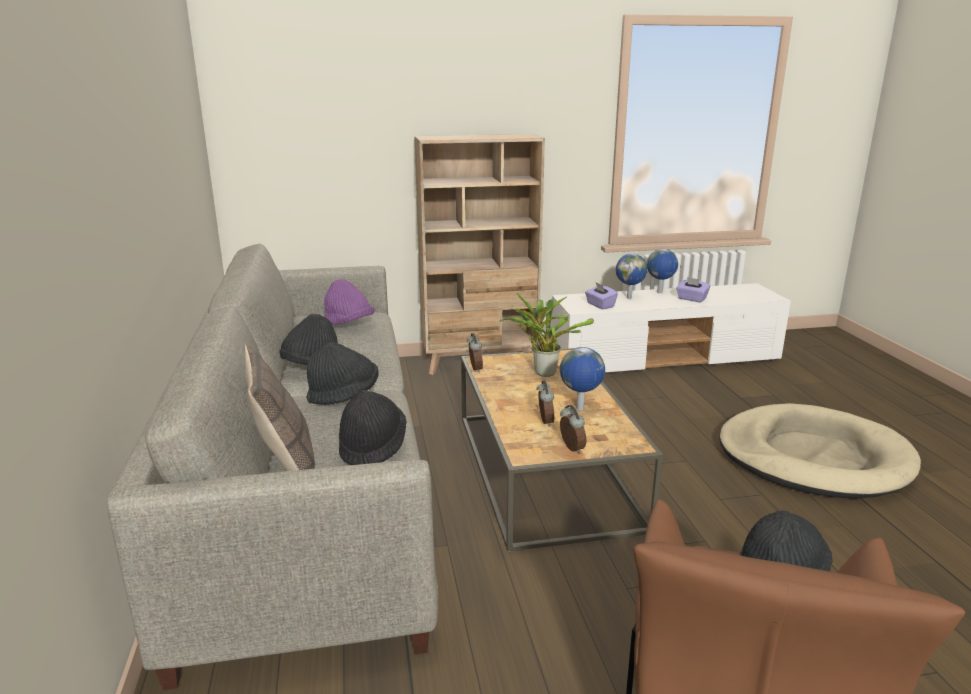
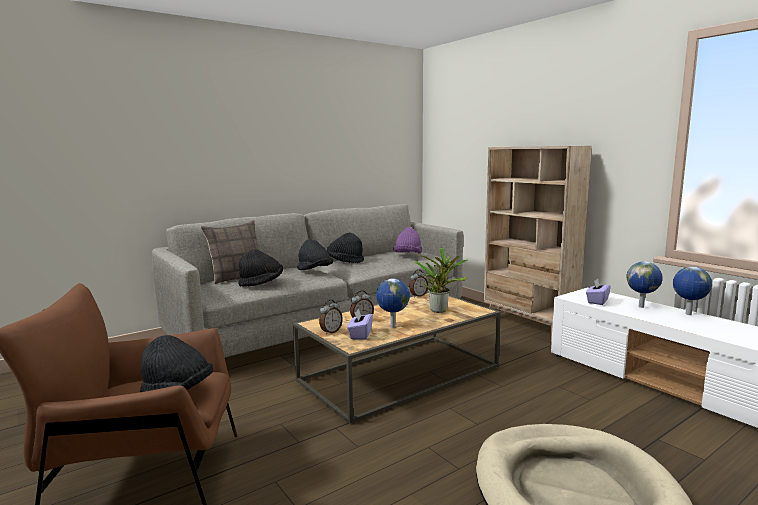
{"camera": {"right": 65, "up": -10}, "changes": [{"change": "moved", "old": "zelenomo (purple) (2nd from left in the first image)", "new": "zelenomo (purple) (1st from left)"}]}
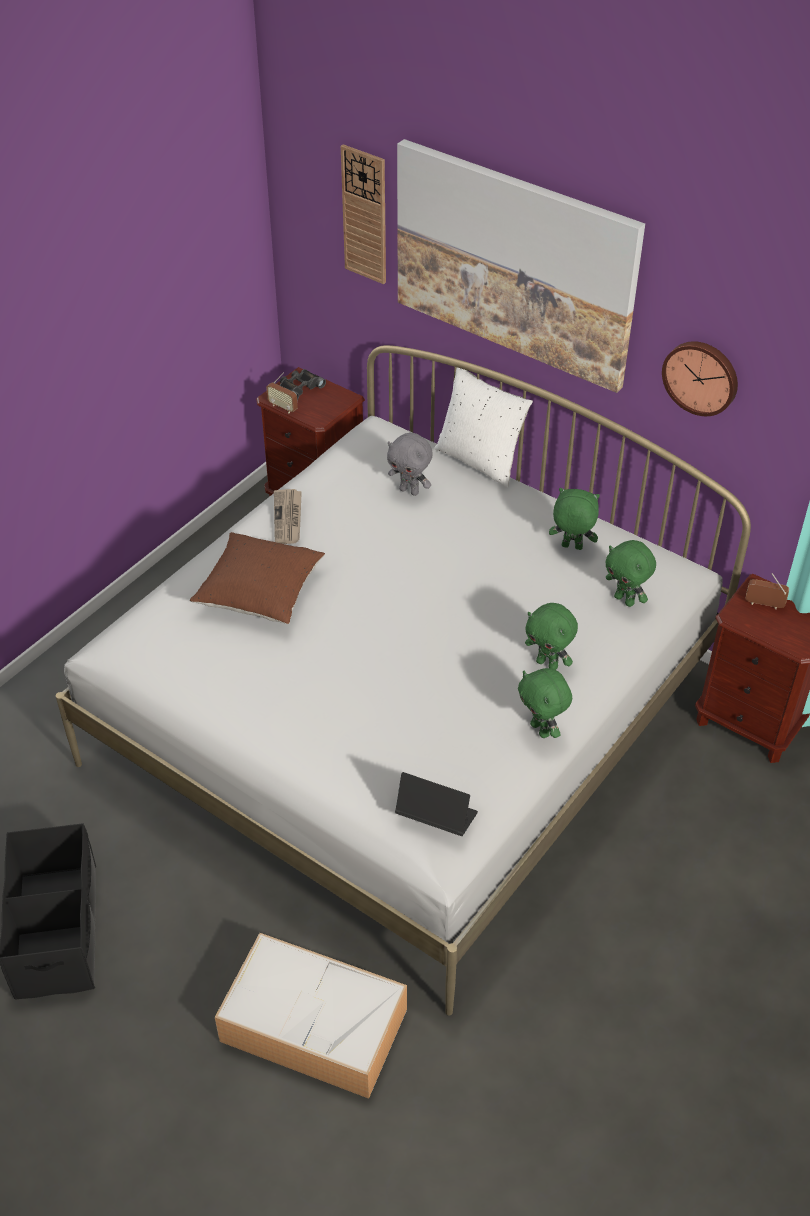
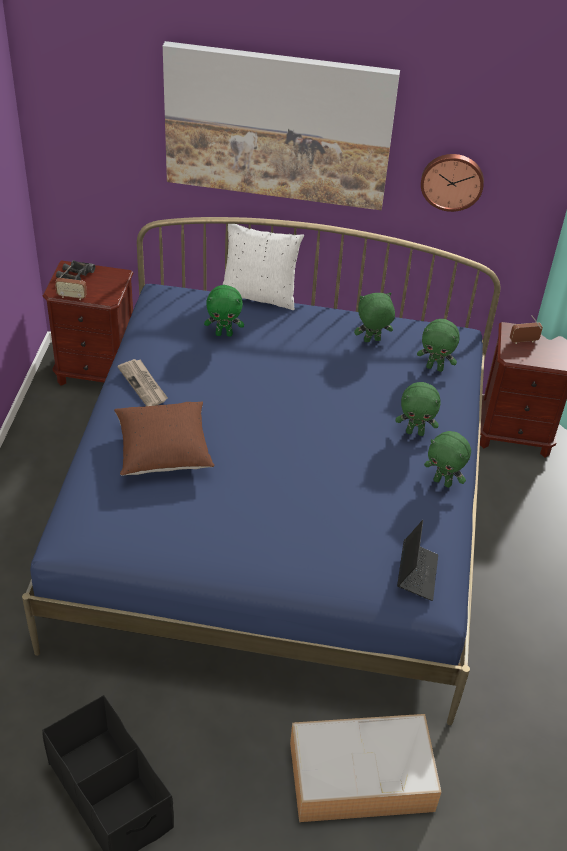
{"camera": {"right": -30, "up": 0}, "changes": [{"change": "removed", "old": "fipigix (1st from left)"}, {"change": "recoloured", "old": "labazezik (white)", "new": "labazezik (blue)"}, {"change": "recoloured", "old": "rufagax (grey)", "new": "rufagax (green) (1st from left)"}, {"change": "turned", "old": "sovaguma", "degrees": 105}]}
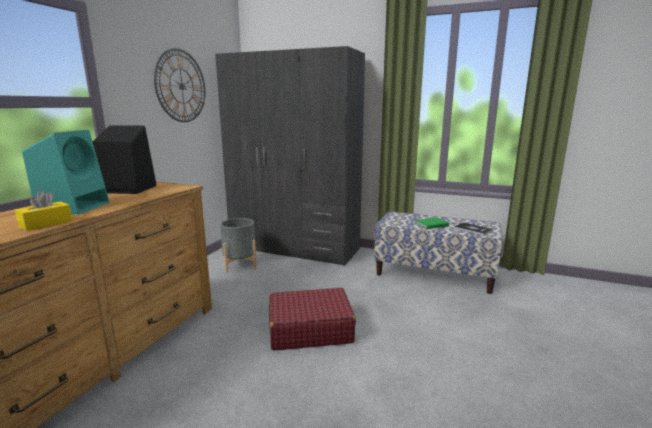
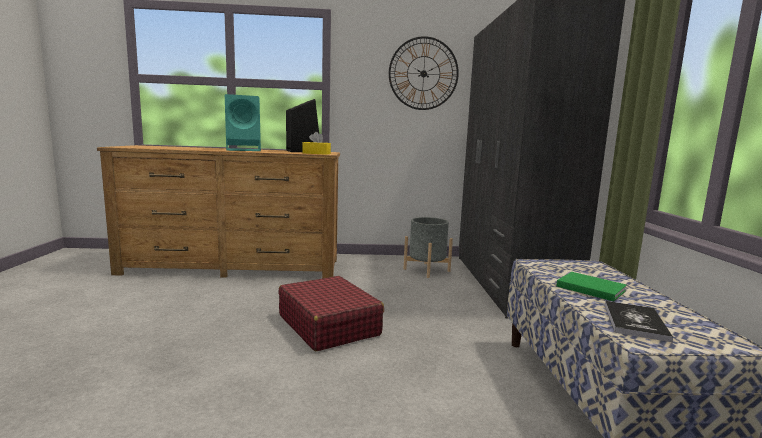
{"camera": {"right": 65, "up": -5}, "changes": [{"change": "moved", "old": "zelenomo (yellow)"}]}
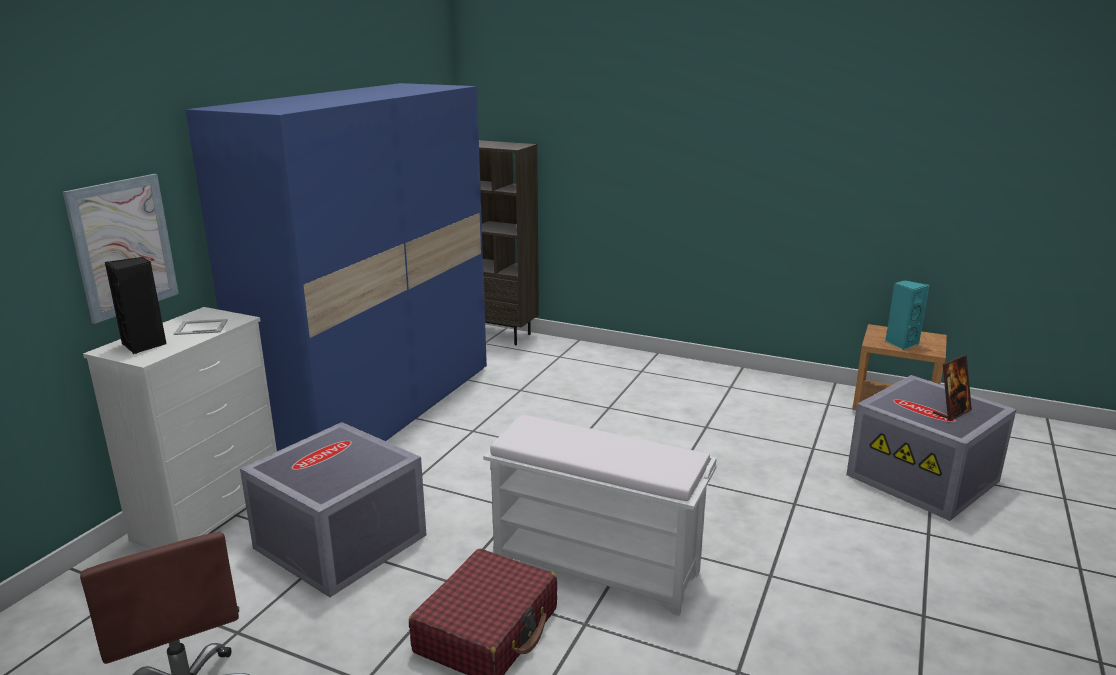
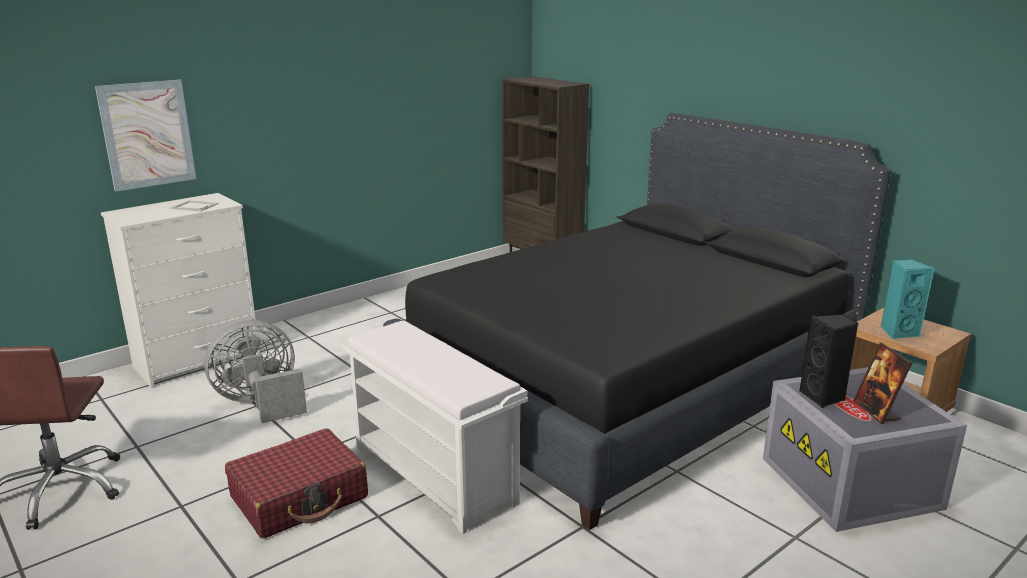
{"camera": {"right": 25, "up": 0}, "changes": [{"change": "removed", "old": "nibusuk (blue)"}, {"change": "moved", "old": "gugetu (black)"}, {"change": "turned", "old": "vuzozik (2nd from left)", "degrees": 90}, {"change": "replaced", "old": "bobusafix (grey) (1st from left)", "new": "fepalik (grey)"}, {"change": "added", "new": "labazezik (black)"}]}
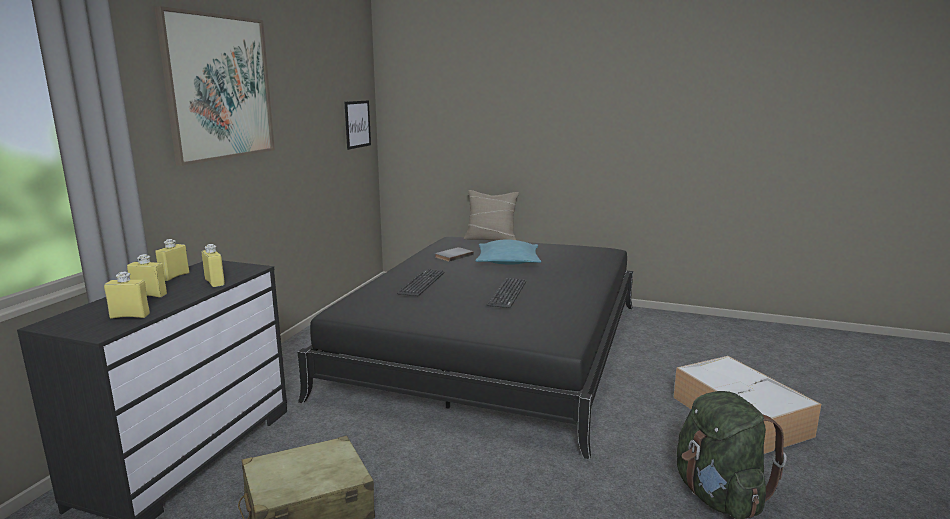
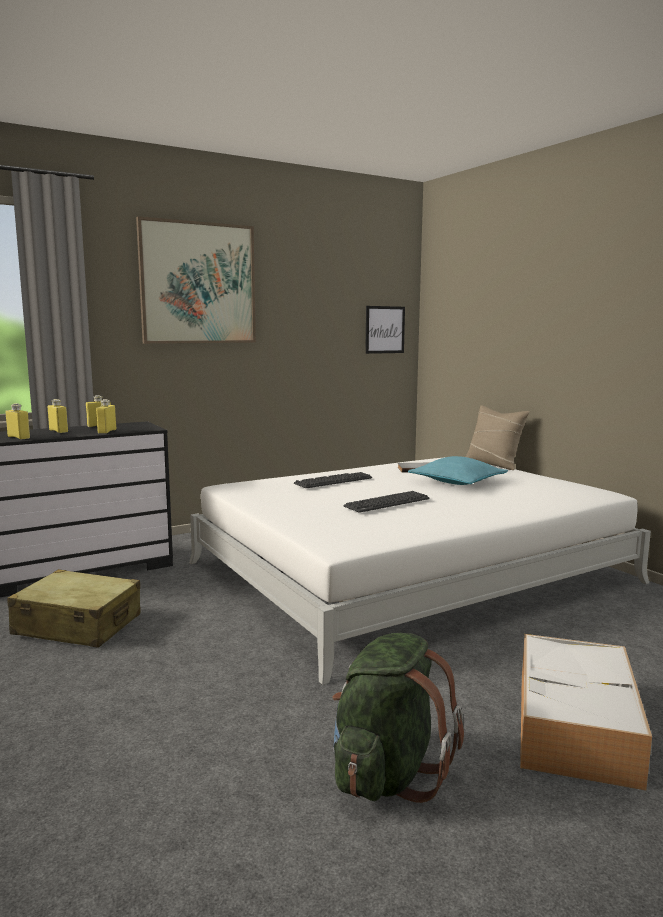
{"camera": {"right": 40, "up": -5}, "changes": [{"change": "recoloured", "old": "labazezik (black)", "new": "labazezik (white)"}]}
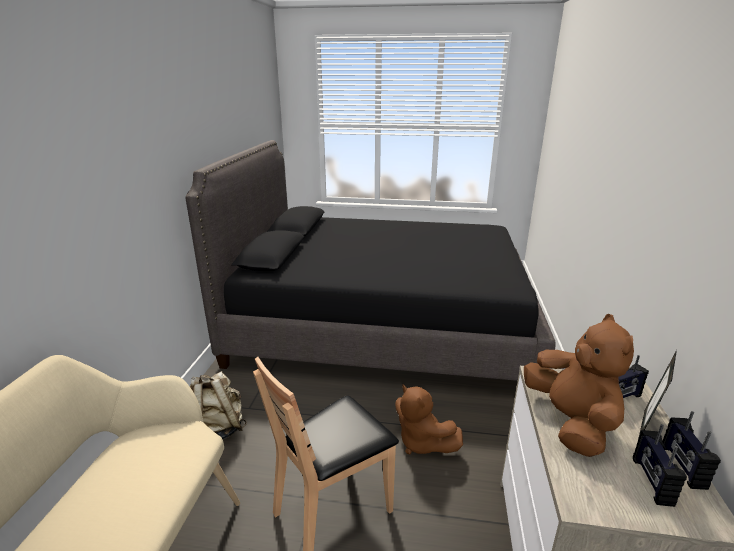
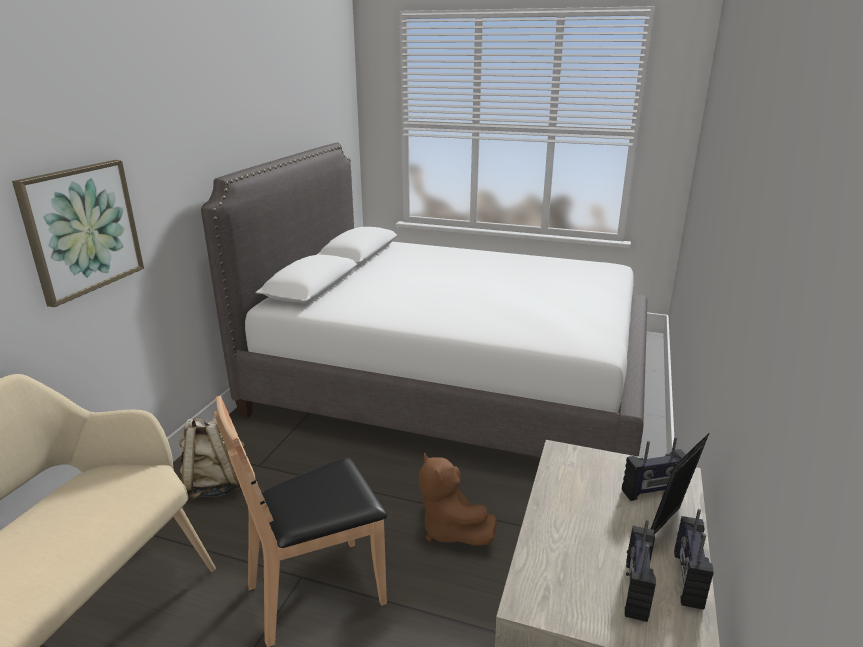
{"camera": {"right": 10, "up": 0}, "changes": [{"change": "recoloured", "old": "labazezik (black)", "new": "labazezik (white)"}, {"change": "removed", "old": "rufagax (brown) (2nd from left)"}, {"change": "added", "new": "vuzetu"}]}
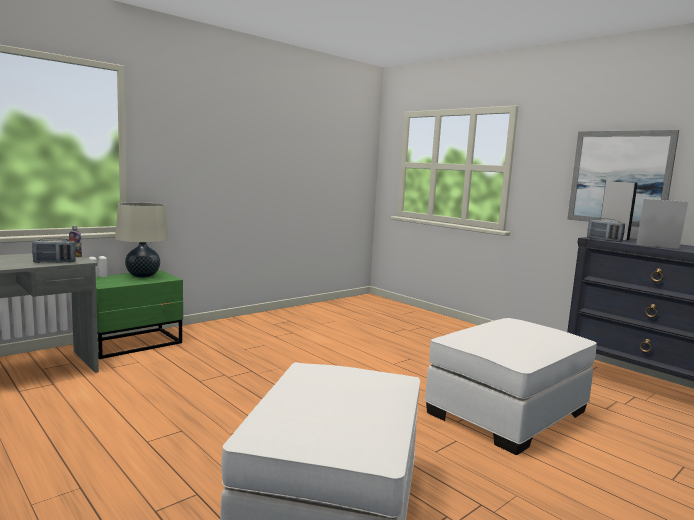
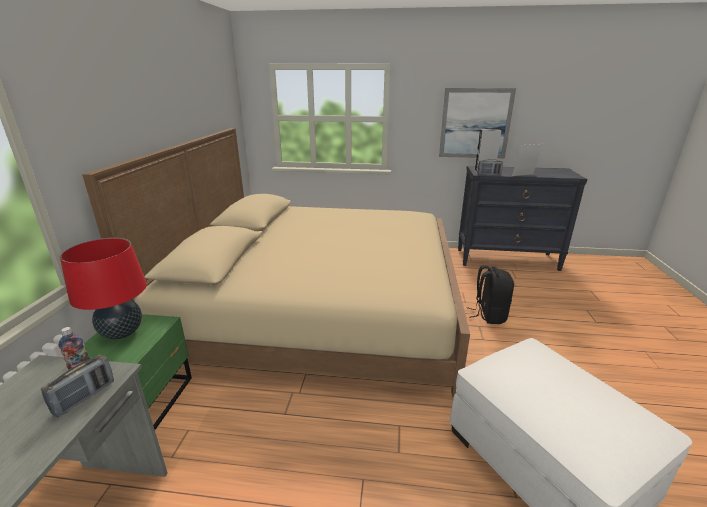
{"camera": {"right": -40, "up": 15}, "changes": [{"change": "recoloured", "old": "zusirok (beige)", "new": "zusirok (red)"}, {"change": "replaced", "old": "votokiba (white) (2nd from left)", "new": "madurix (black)"}, {"change": "added", "new": "labazezik (beige)"}]}
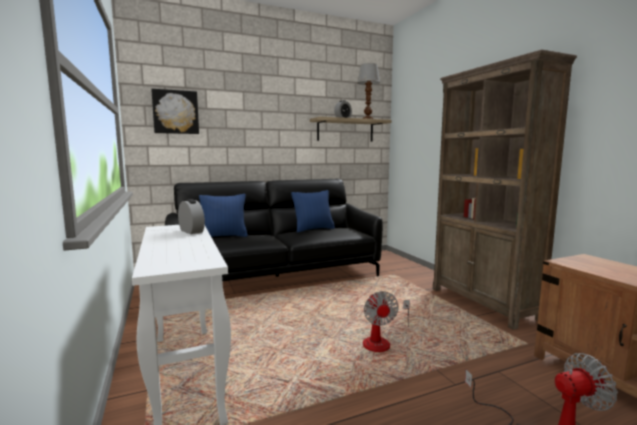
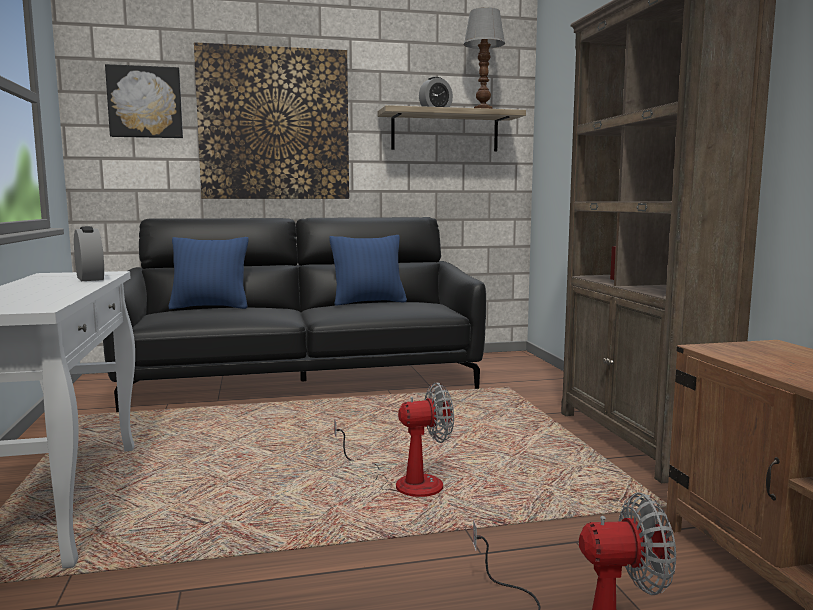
{"camera": {"right": 10, "up": 0}, "changes": [{"change": "turned", "old": "fepalik (1st from left)", "degrees": -105}, {"change": "added", "new": "vuzetu (2nd from left)"}]}
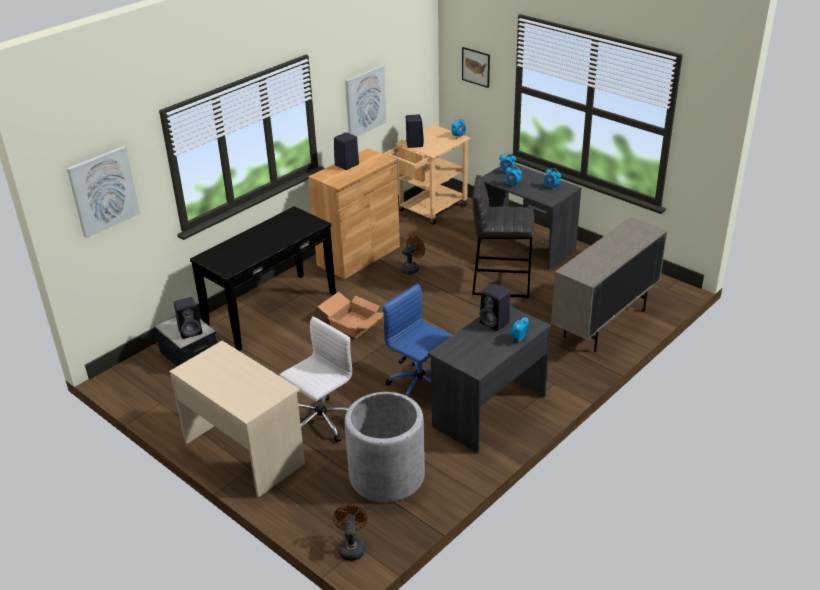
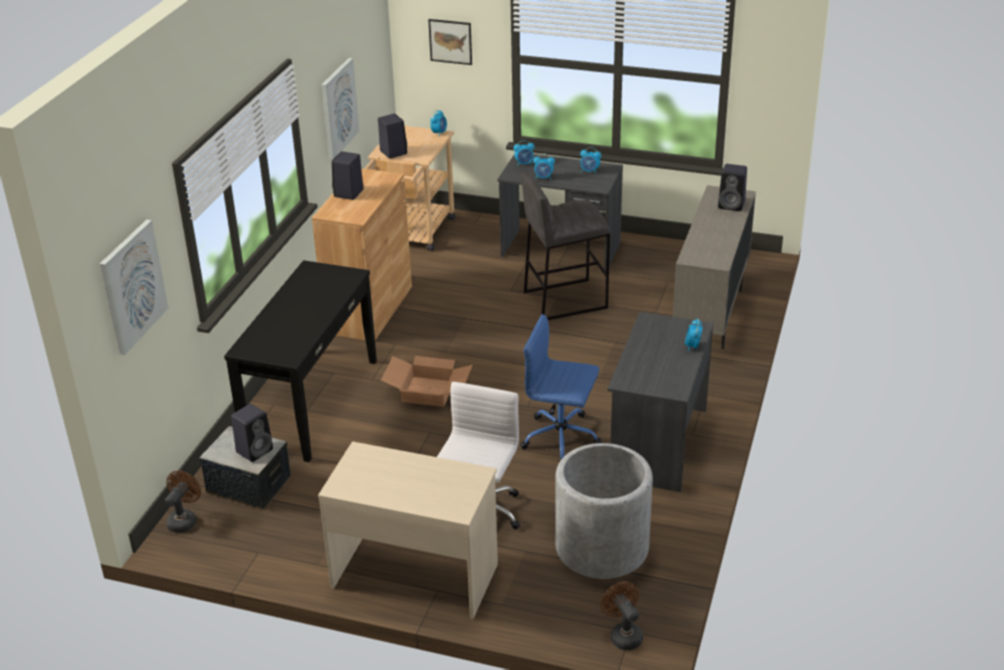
{"camera": {"right": -25, "up": 0}, "changes": [{"change": "moved", "old": "fepalik (brown) (2nd from left in the first image)", "new": "fepalik (brown) (1st from left)"}, {"change": "moved", "old": "gugetu (black) (4th from left)"}]}
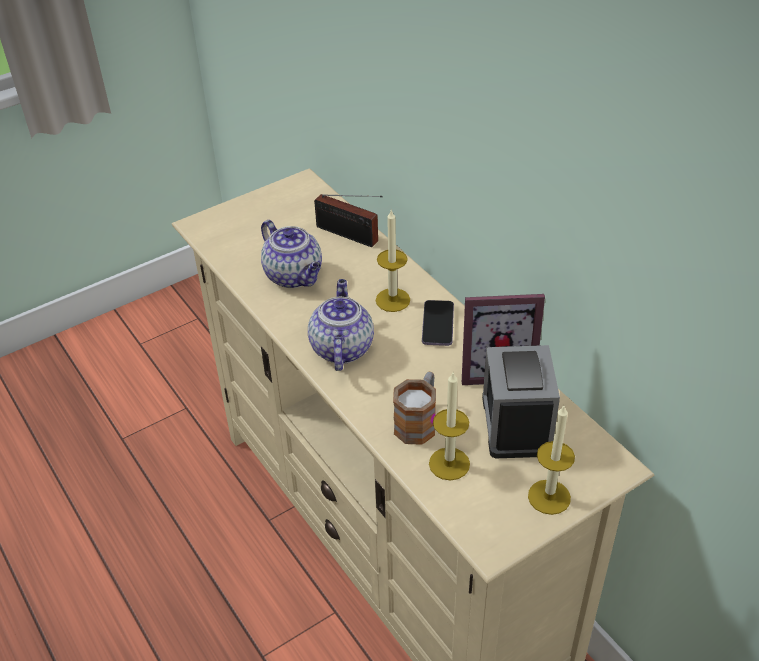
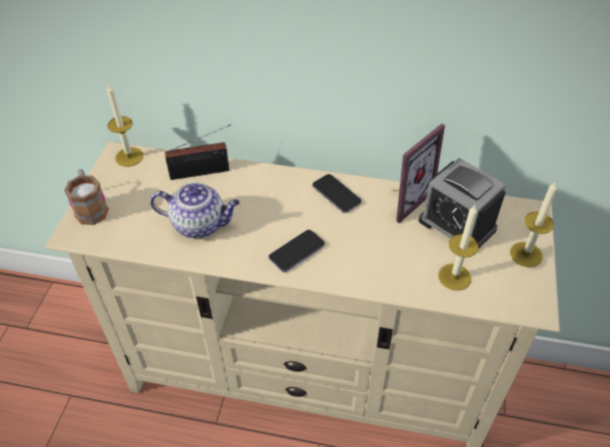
{"camera": {"right": -45, "up": 5}, "changes": [{"change": "moved", "old": "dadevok (1st from left)"}, {"change": "replaced", "old": "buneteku (2nd from left)", "new": "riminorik (1st from left)"}, {"change": "moved", "old": "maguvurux"}]}
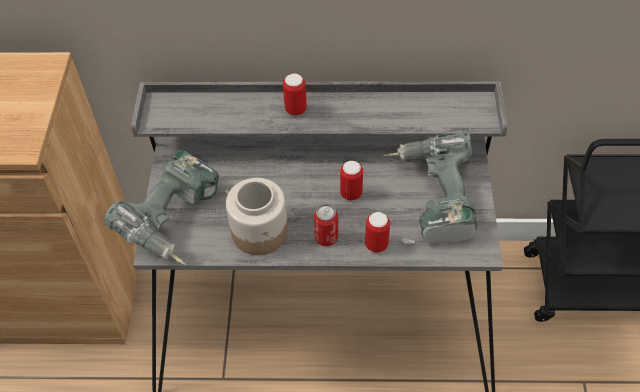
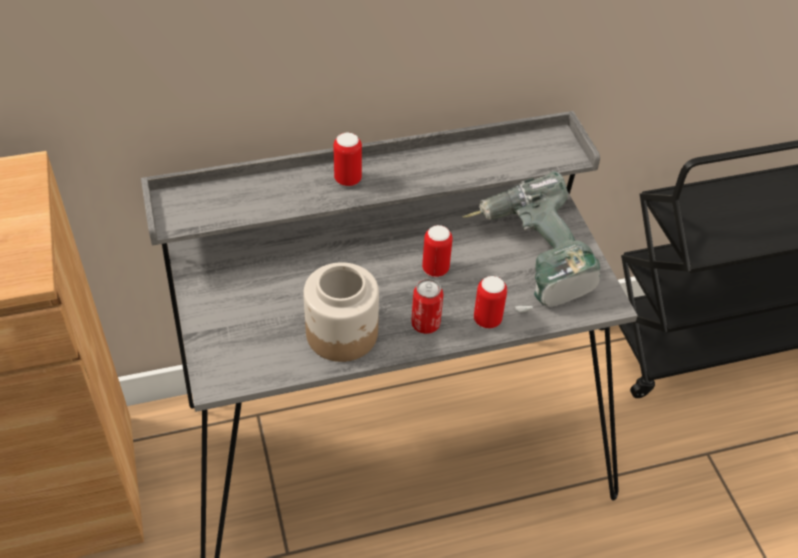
{"camera": {"right": -20, "up": -5}, "changes": [{"change": "removed", "old": "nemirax (1st from left)"}]}
